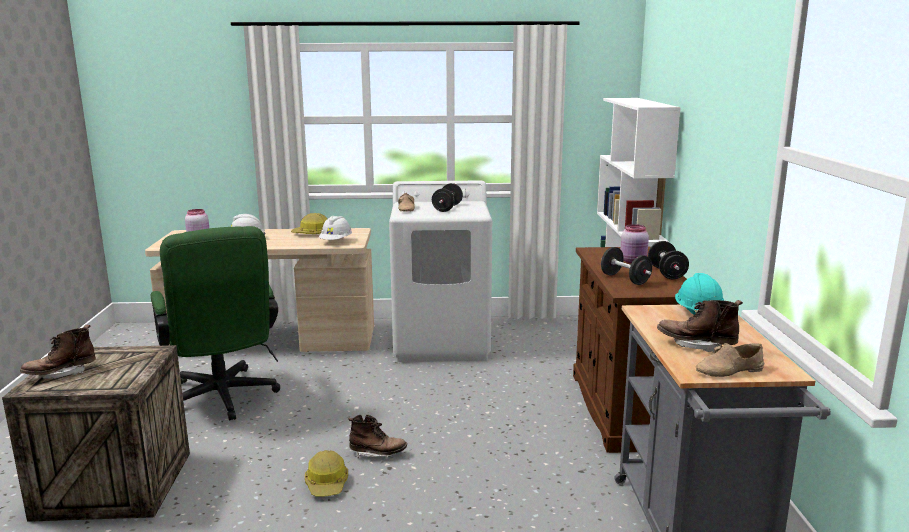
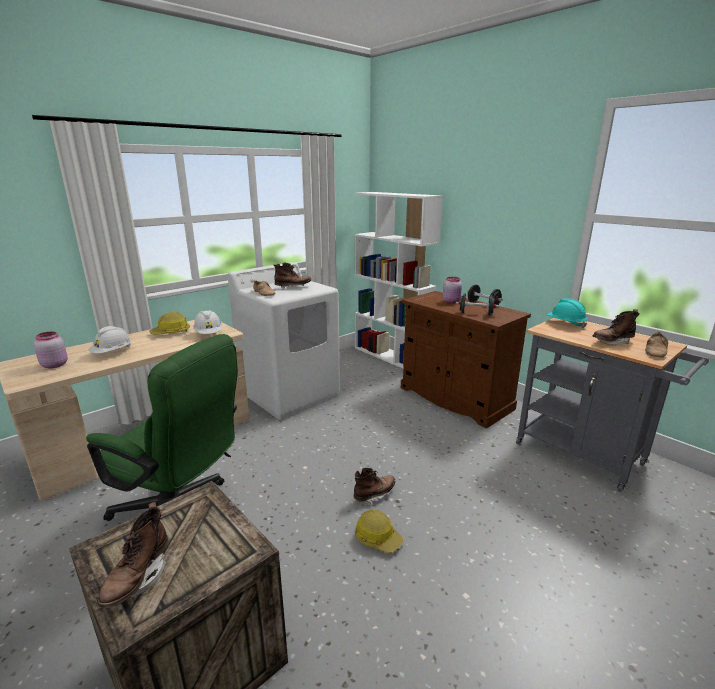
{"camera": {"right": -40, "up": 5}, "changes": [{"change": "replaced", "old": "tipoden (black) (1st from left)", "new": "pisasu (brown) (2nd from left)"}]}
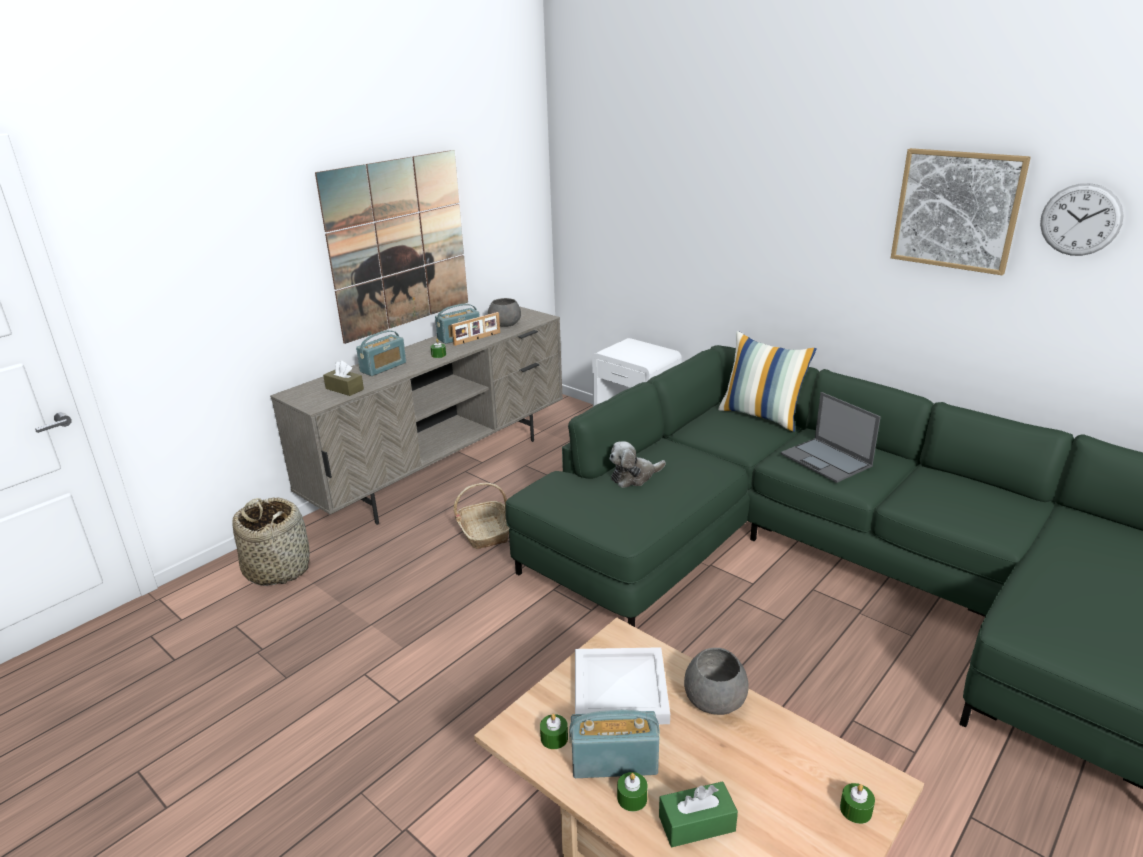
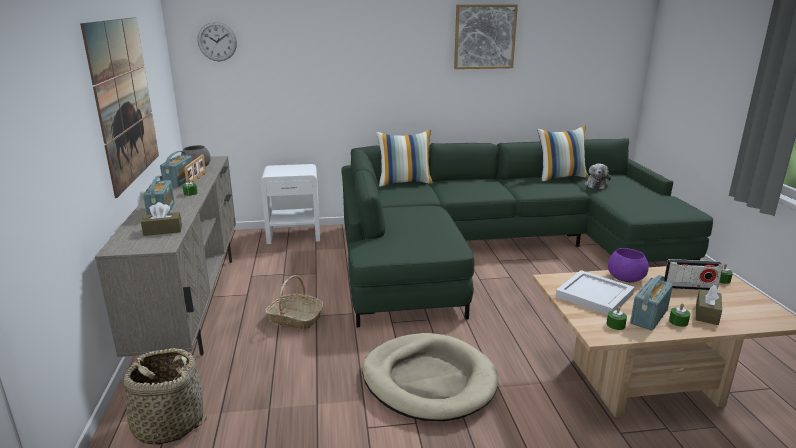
{"camera": {"right": -50, "up": -5}, "changes": [{"change": "moved", "old": "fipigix"}, {"change": "removed", "old": "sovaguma"}, {"change": "moved", "old": "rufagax"}, {"change": "recoloured", "old": "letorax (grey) (2nd from left)", "new": "letorax (purple)"}, {"change": "recoloured", "old": "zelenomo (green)", "new": "zelenomo (brown) (2nd from left)"}, {"change": "added", "new": "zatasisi (2nd from left)"}, {"change": "added", "new": "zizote (4th from left)"}, {"change": "added", "new": "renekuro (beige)"}]}
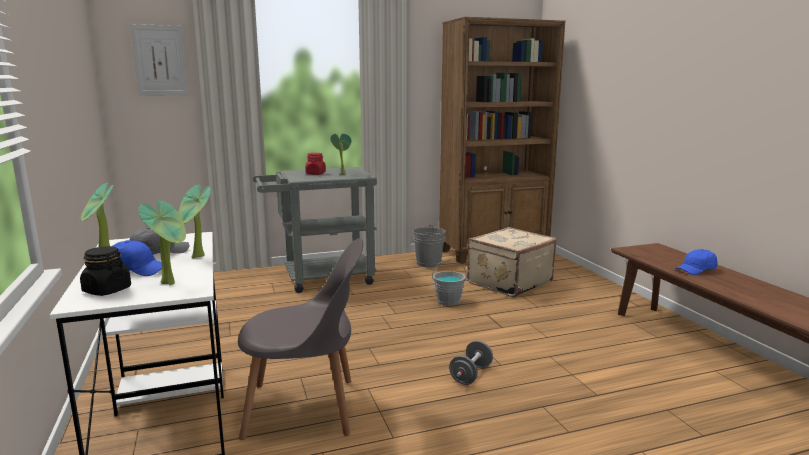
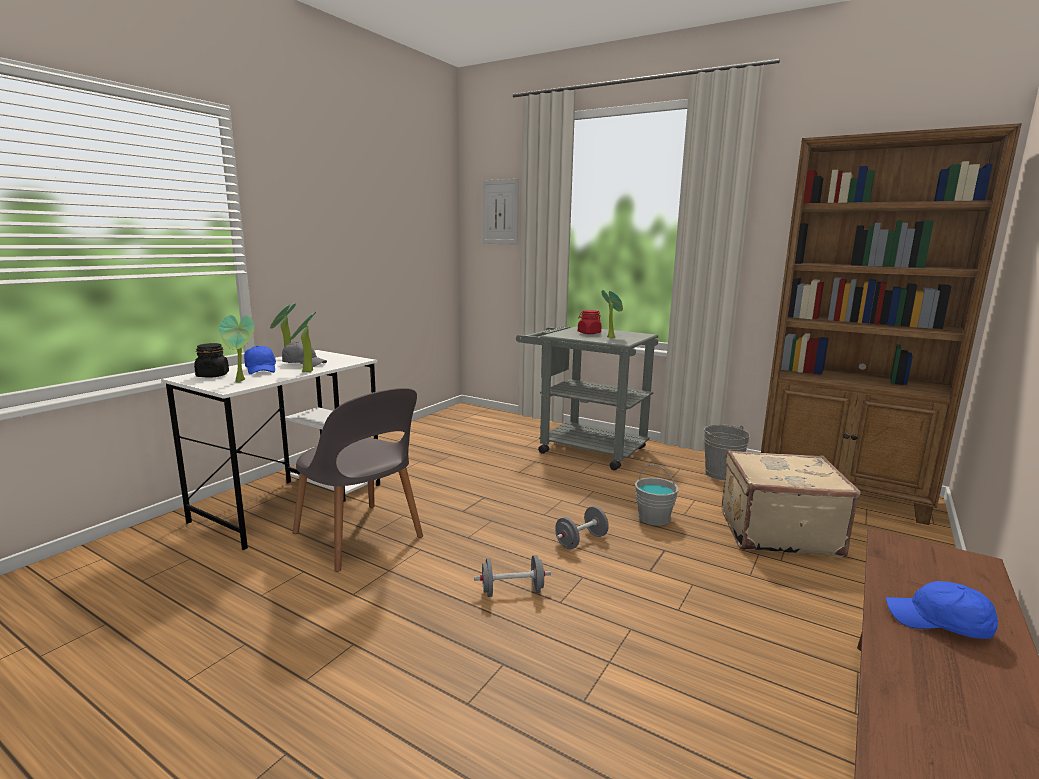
{"camera": {"right": 50, "up": 0}, "changes": [{"change": "added", "new": "tipoden (grey) (2nd from left)"}]}
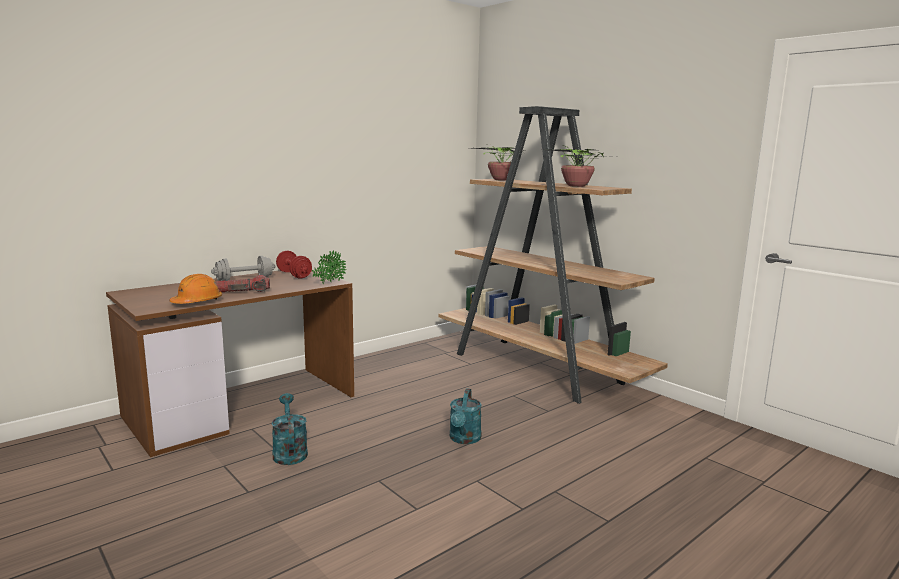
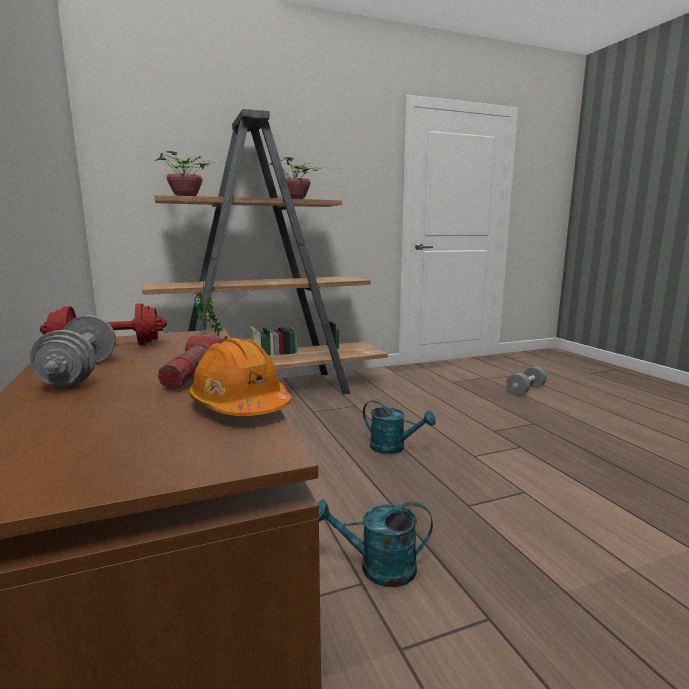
{"camera": {"right": -70, "up": 0}, "changes": [{"change": "added", "new": "tipoden (grey) (2nd from left)"}]}
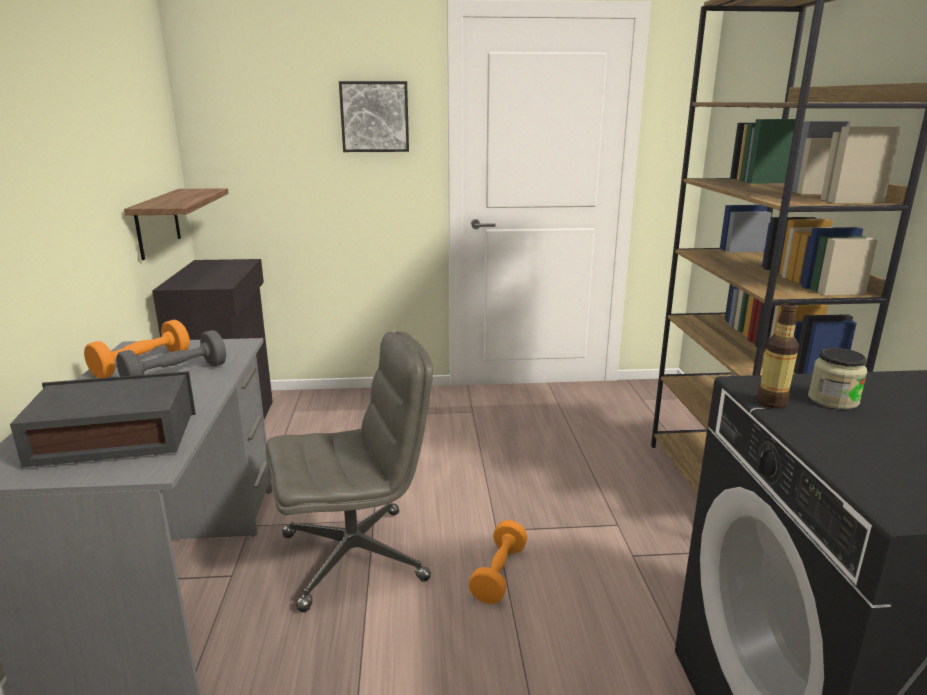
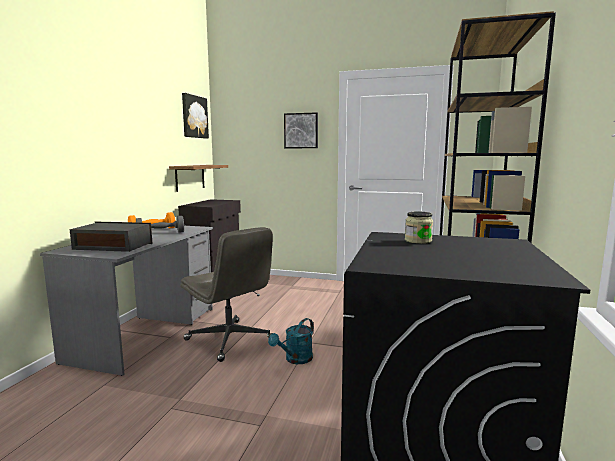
{"camera": {"right": 20, "up": -10}, "changes": [{"change": "removed", "old": "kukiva"}, {"change": "turned", "old": "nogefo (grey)", "degrees": 45}, {"change": "replaced", "old": "tipoden (orange) (2nd from left)", "new": "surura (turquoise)"}, {"change": "added", "new": "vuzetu (1st from left)"}]}
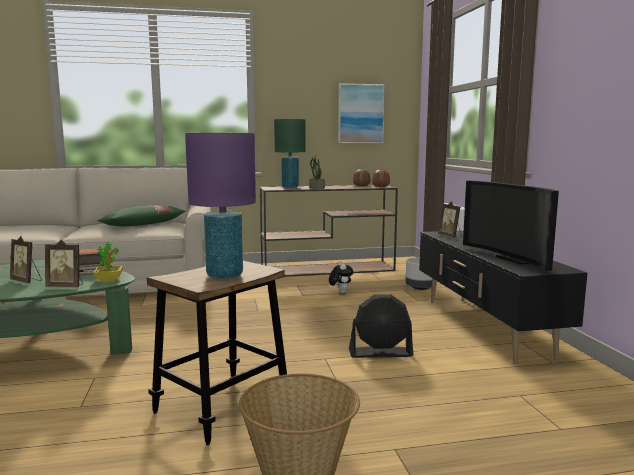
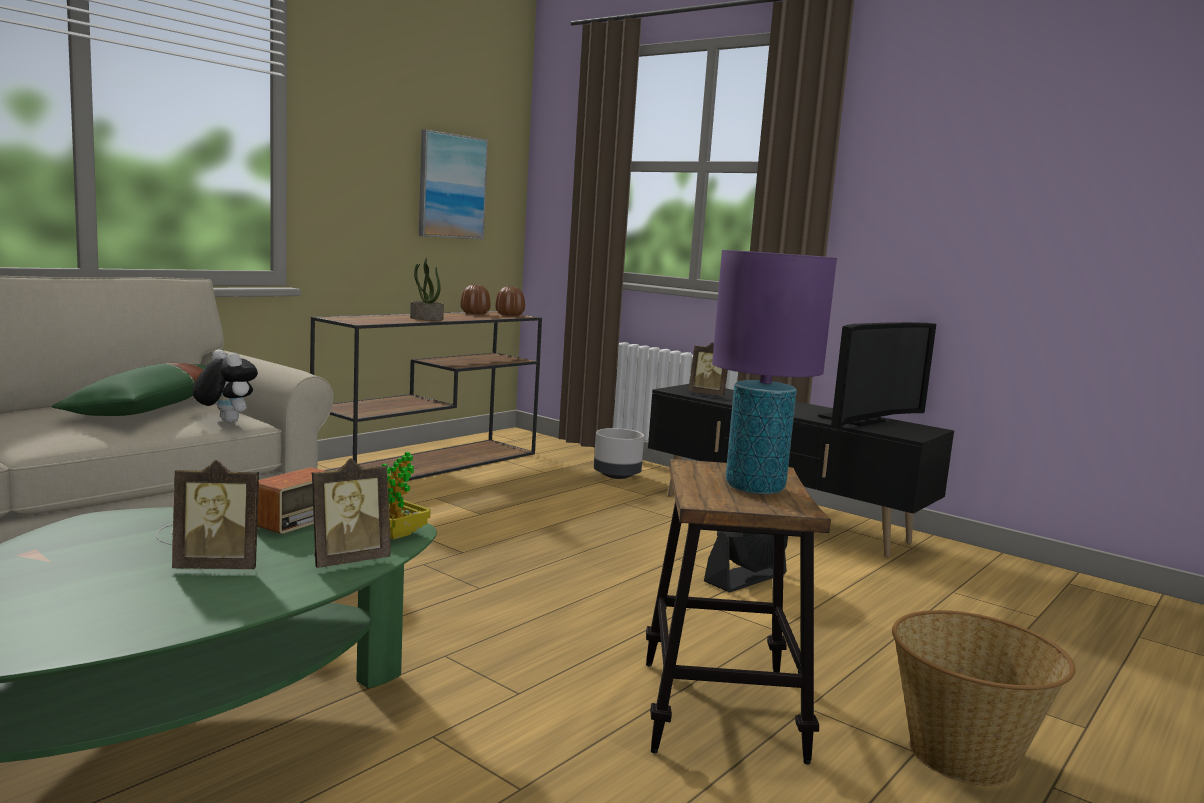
{"camera": {"right": -40, "up": 0}, "changes": [{"change": "removed", "old": "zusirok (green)"}, {"change": "turned", "old": "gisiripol", "degrees": -75}, {"change": "moved", "old": "rufagax"}]}
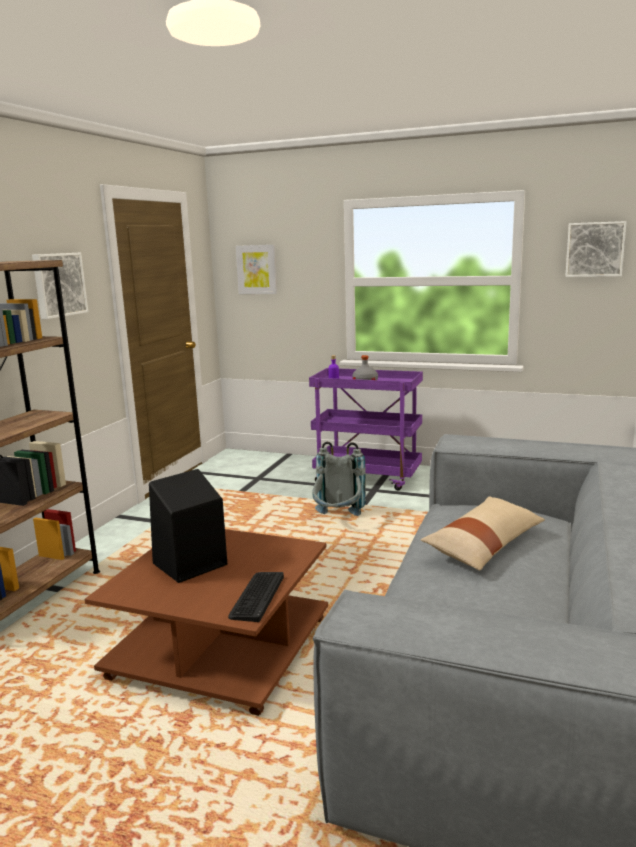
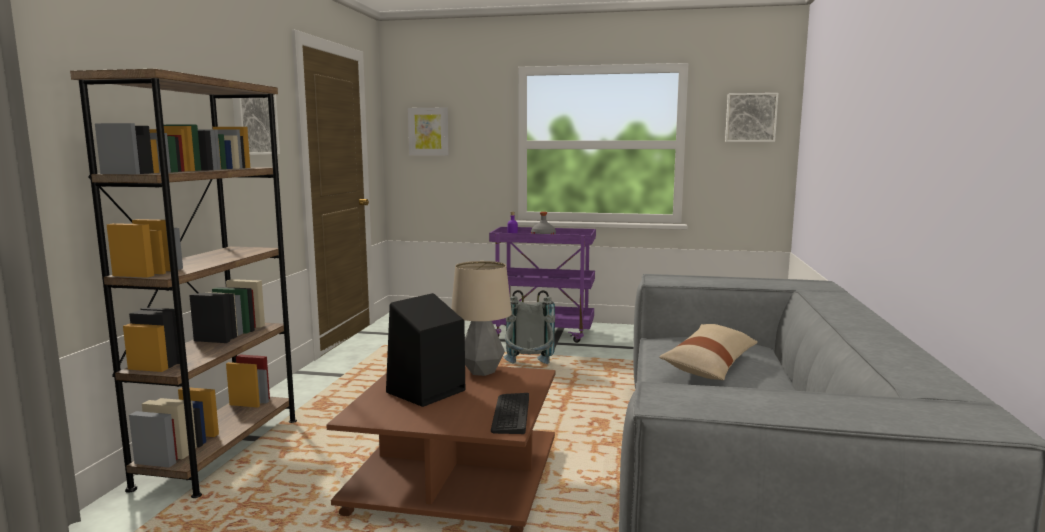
{"camera": {"right": -10, "up": -5}, "changes": [{"change": "added", "new": "zusirok"}]}
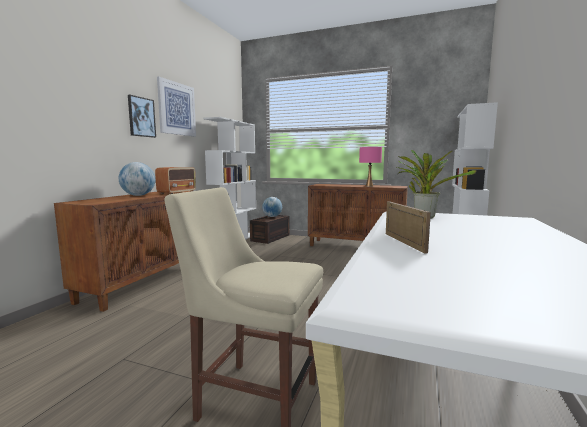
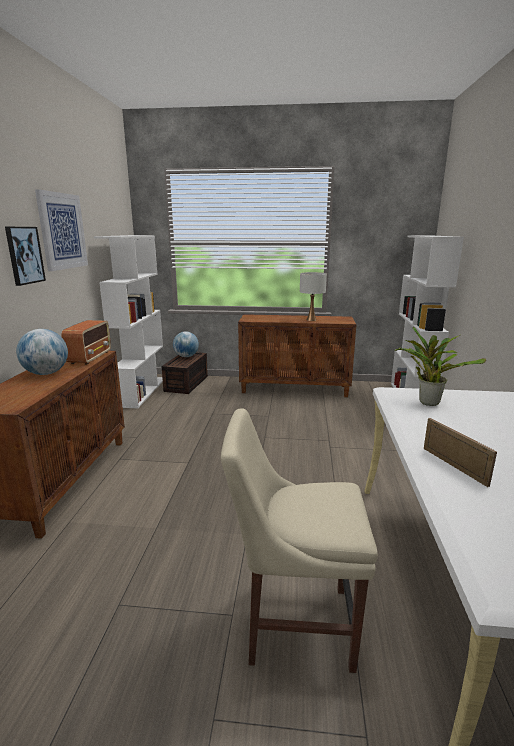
{"camera": {"right": -15, "up": 10}, "changes": [{"change": "recoloured", "old": "zusirok (pink)", "new": "zusirok (white)"}]}
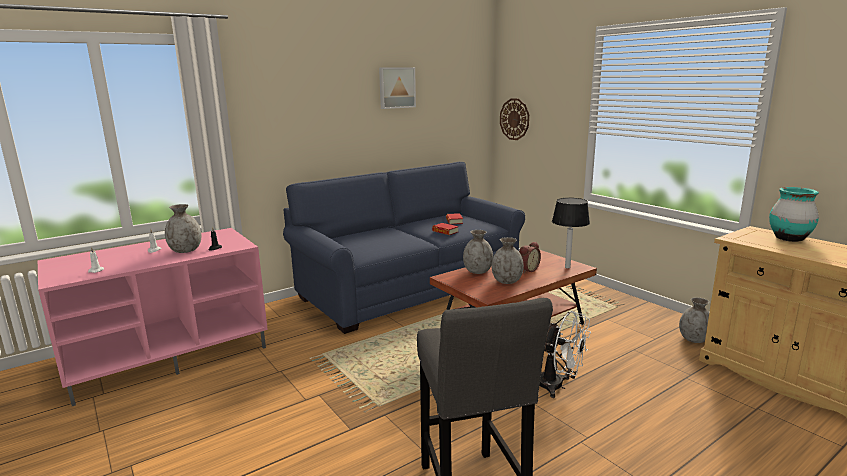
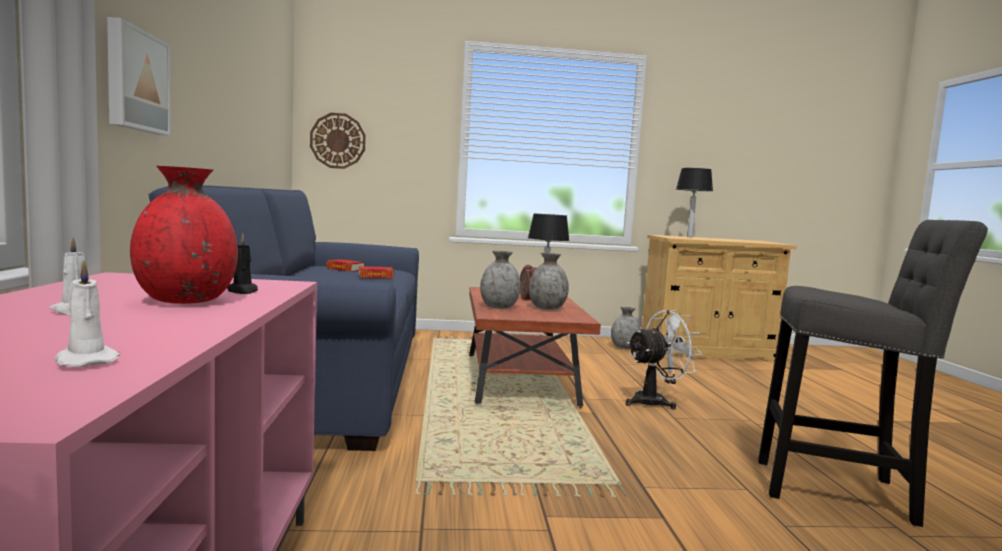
{"camera": {"right": -60, "up": -10}, "changes": [{"change": "moved", "old": "vuzetu"}, {"change": "replaced", "old": "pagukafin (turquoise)", "new": "zusirok (2nd from left)"}, {"change": "recoloured", "old": "pagukafin (grey) (1st from left)", "new": "pagukafin (red)"}]}
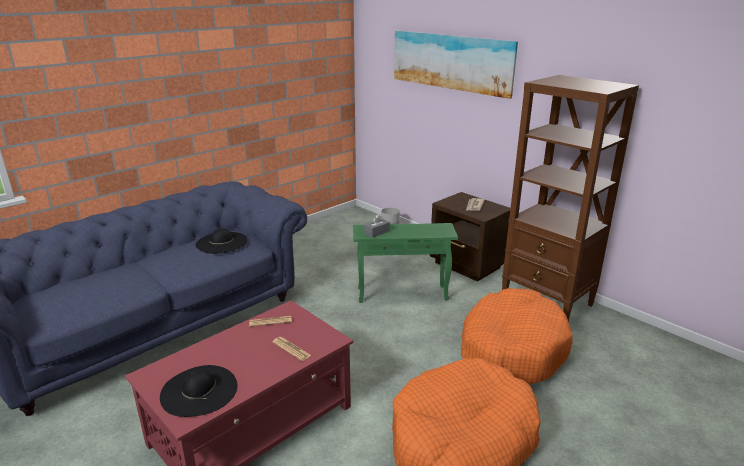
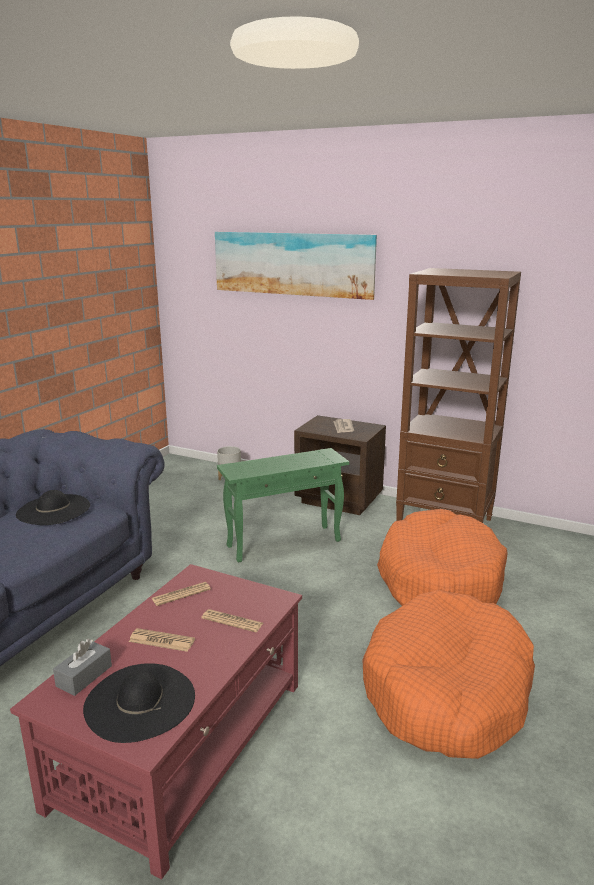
{"camera": {"right": -20, "up": -5}, "changes": [{"change": "moved", "old": "zelenomo (grey)"}, {"change": "added", "new": "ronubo (1st from left)"}]}
